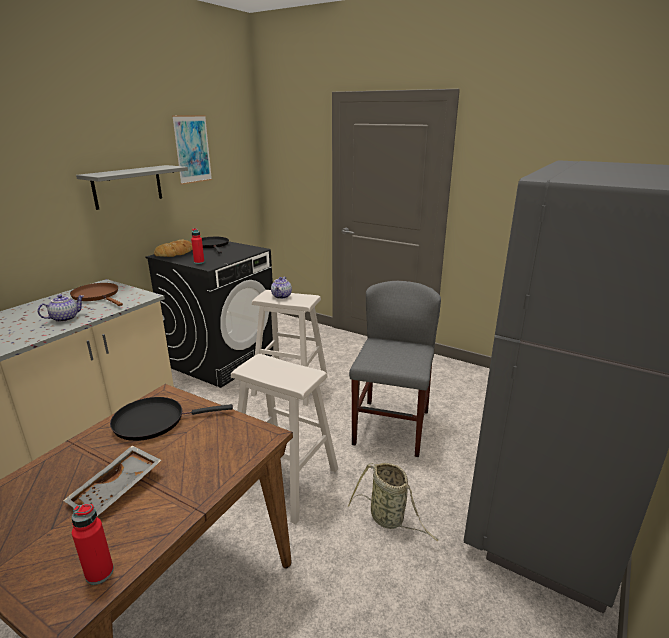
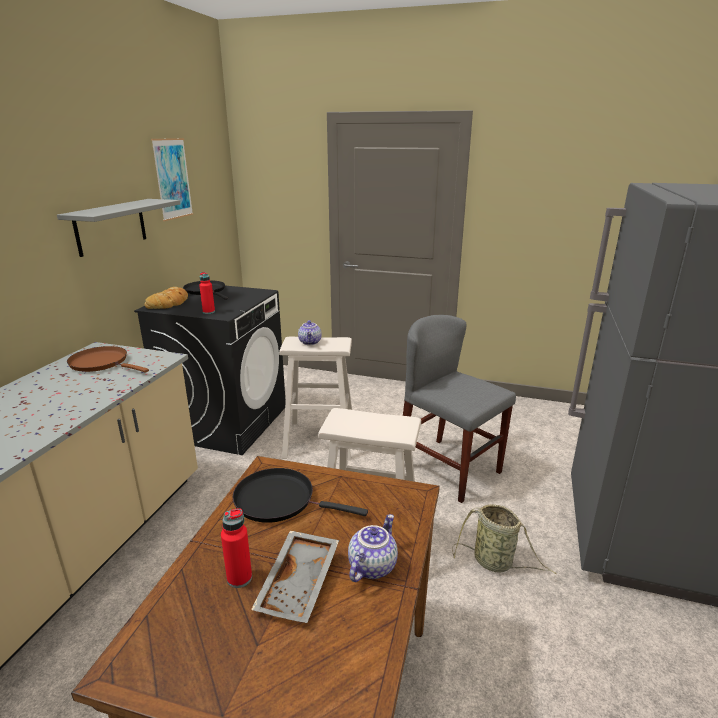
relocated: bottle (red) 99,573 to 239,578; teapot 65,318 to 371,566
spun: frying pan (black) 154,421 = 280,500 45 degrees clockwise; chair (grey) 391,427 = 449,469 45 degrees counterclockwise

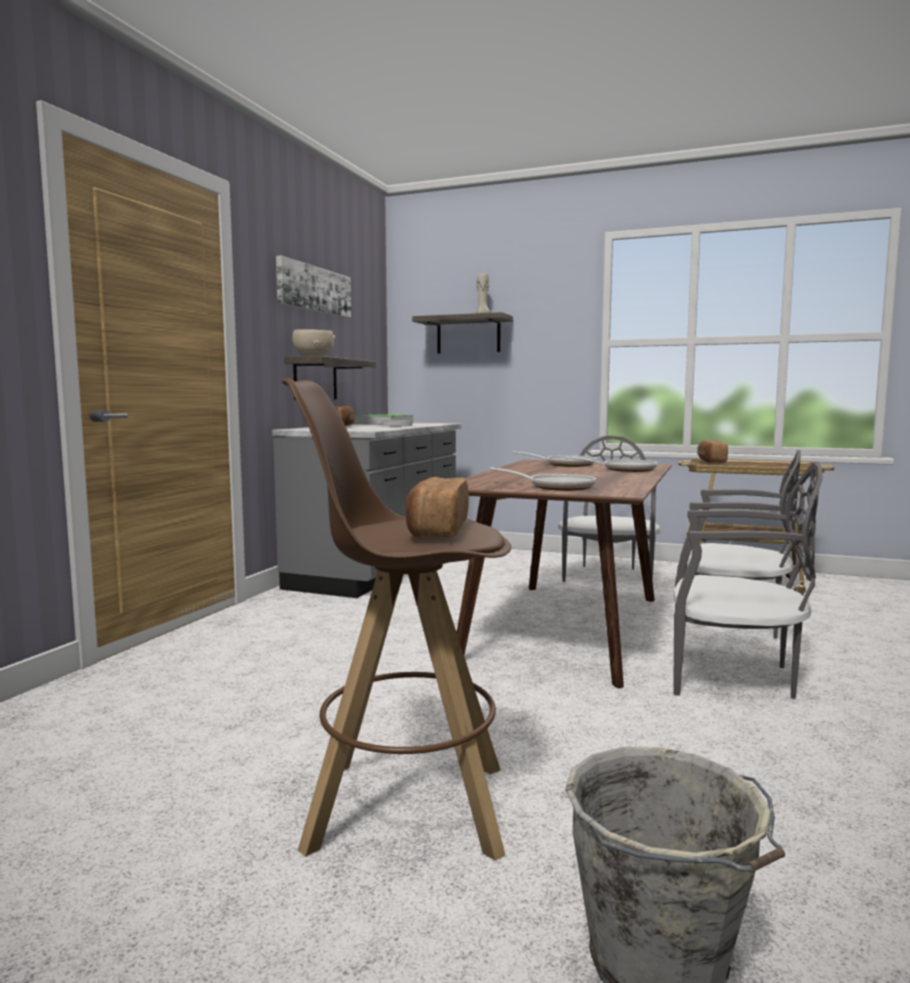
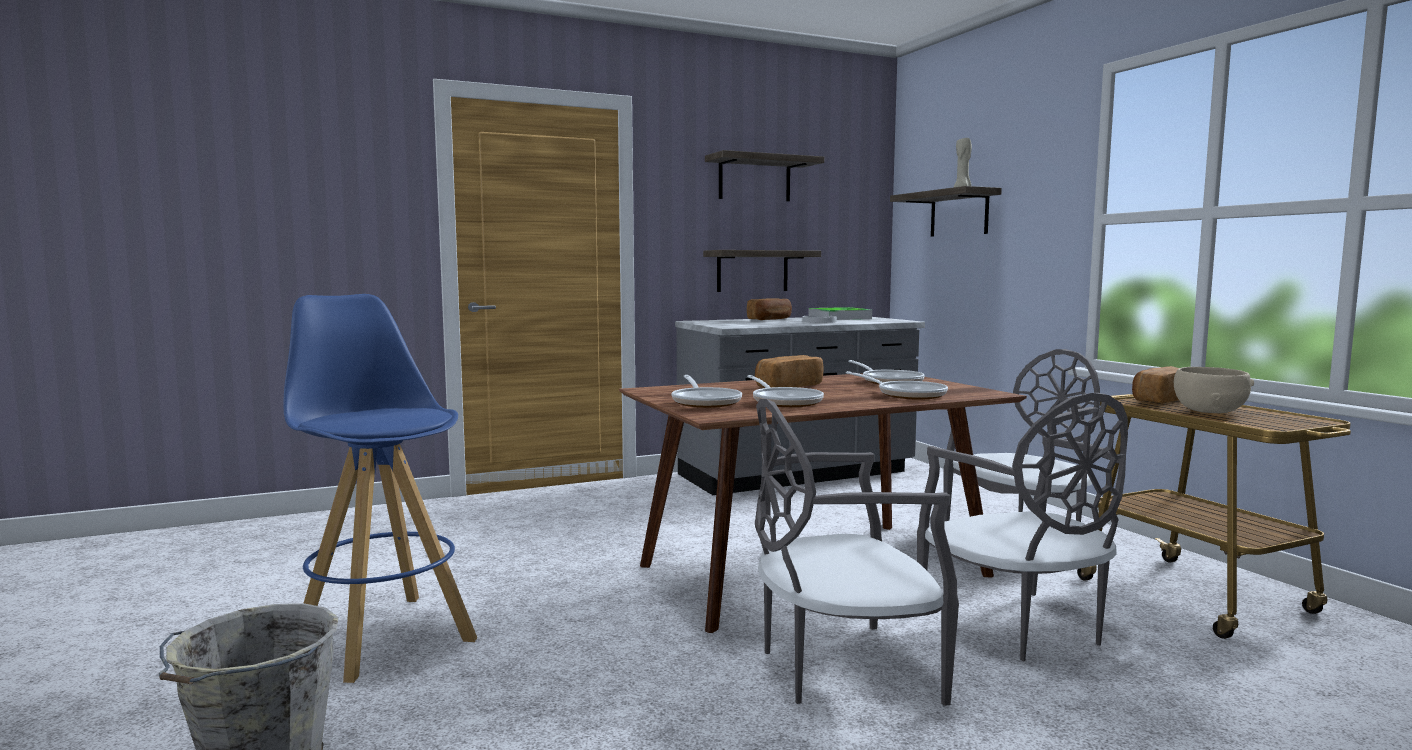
appeared: frying pan 784,402
relocated: bread 436,530 to 788,386; bowl (beige) 313,357 to 1208,412
exchanged: picture 314,289 to shelf 754,179
colour: stool (brown) 405,806 to stool (blue) 384,634
spun: chair (grey) 733,676 = 842,669 105 degrees clockwise

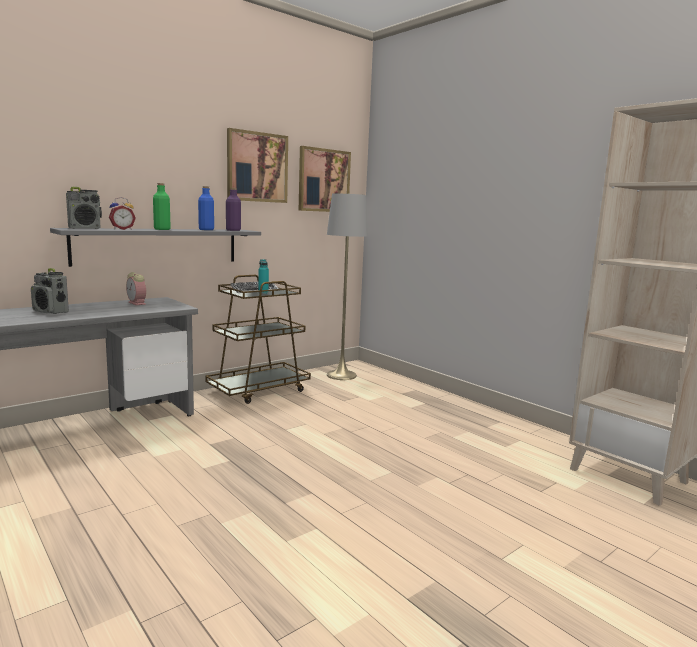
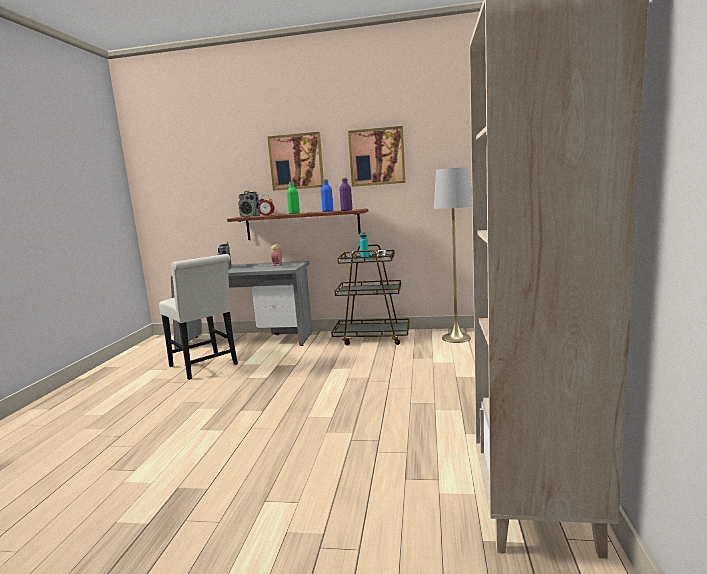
appeared: chair (white) 205,366
relocated: picture 323,180 to 296,161
colour: shelf (grey) 158,246 to shelf (brown) 302,225

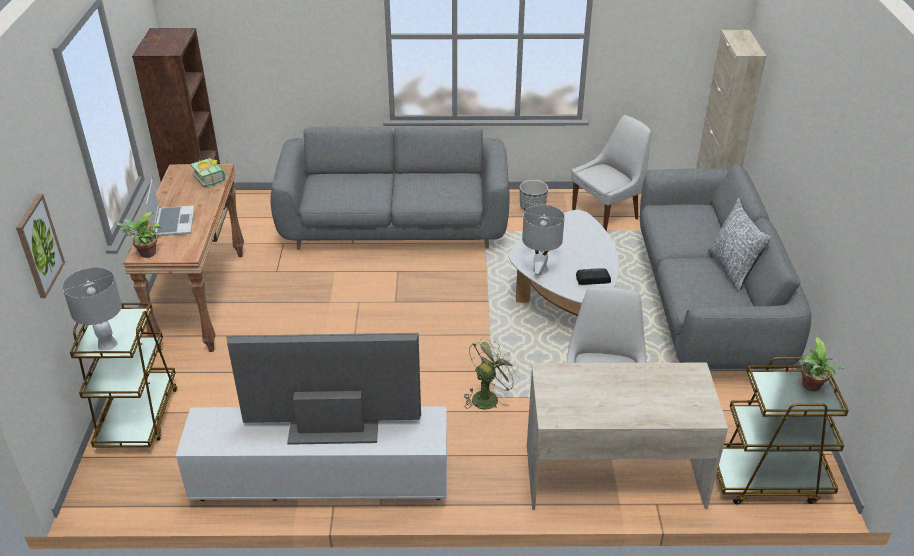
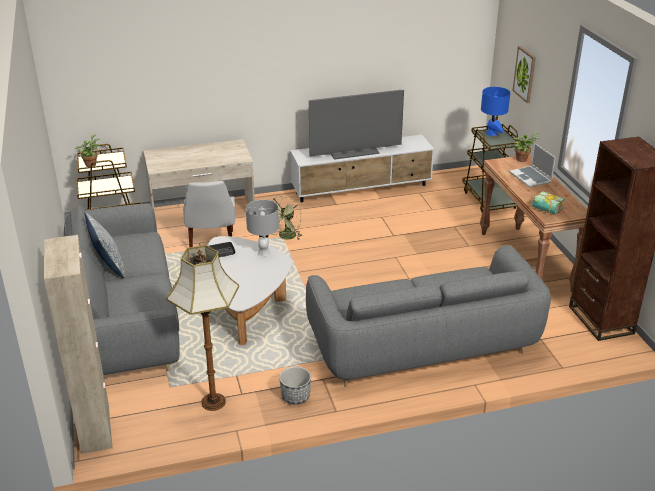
exchanged: chair (white) 607,213 to floor lamp 213,403
colour: table lamp (grey) 107,344 to table lamp (blue) 491,133

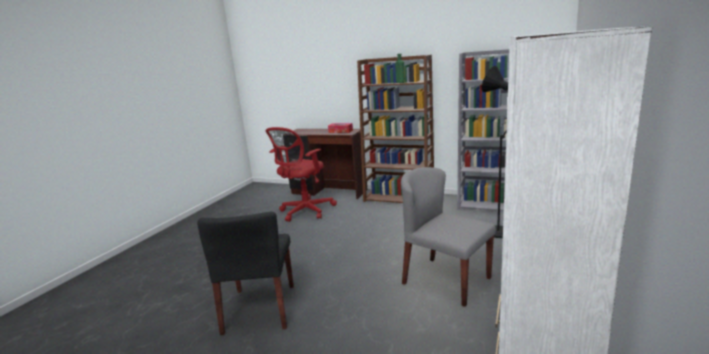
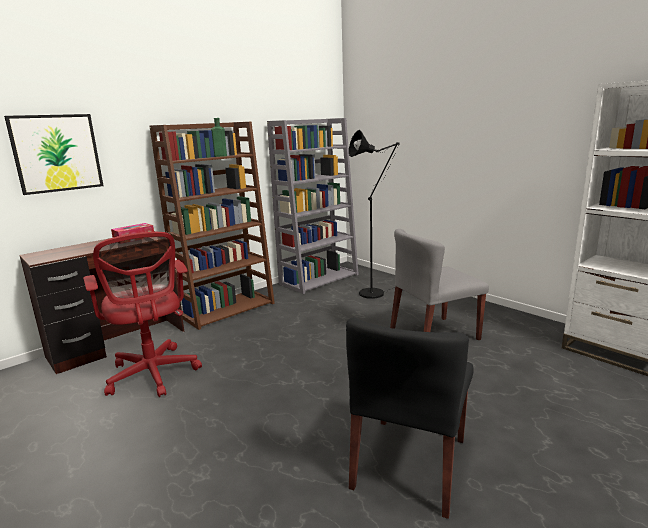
appeared: picture 56,153
spun: chair (black) 260,309 = 410,464 90 degrees clockwise

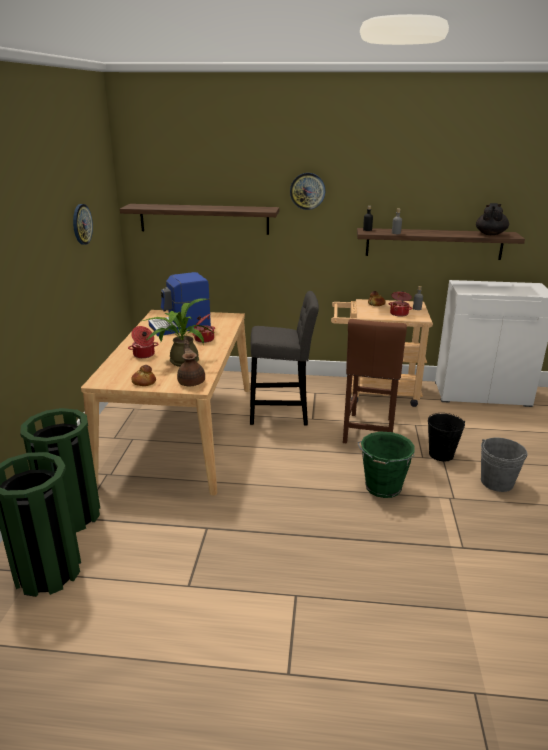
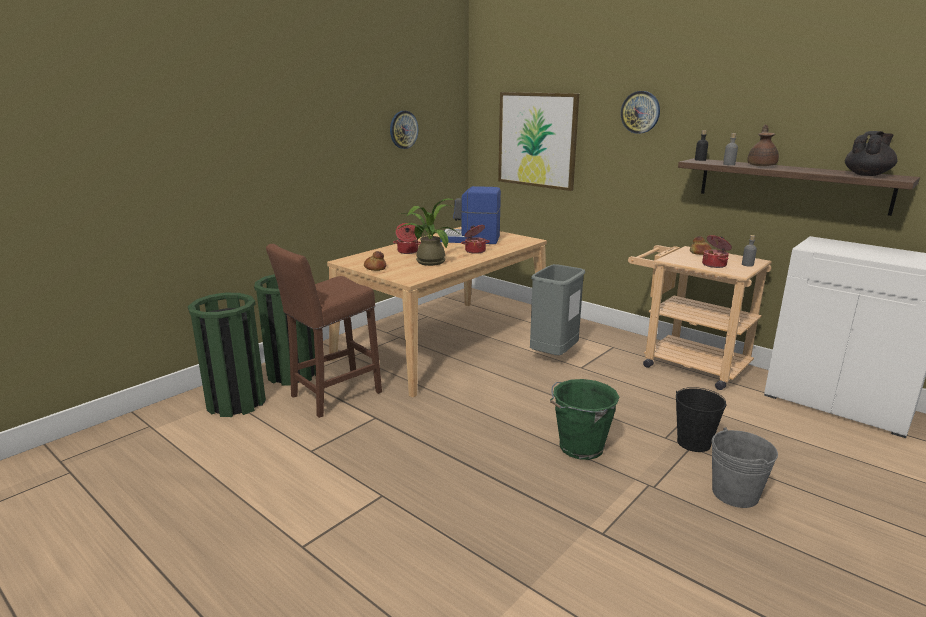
relocated: stool (brown) 368,433 to 332,396; teapot (brown) 191,381 to 762,165
exchanged: shelf 204,219 to picture 537,140; stool (grey) 282,414 to trash can (grey) 554,355

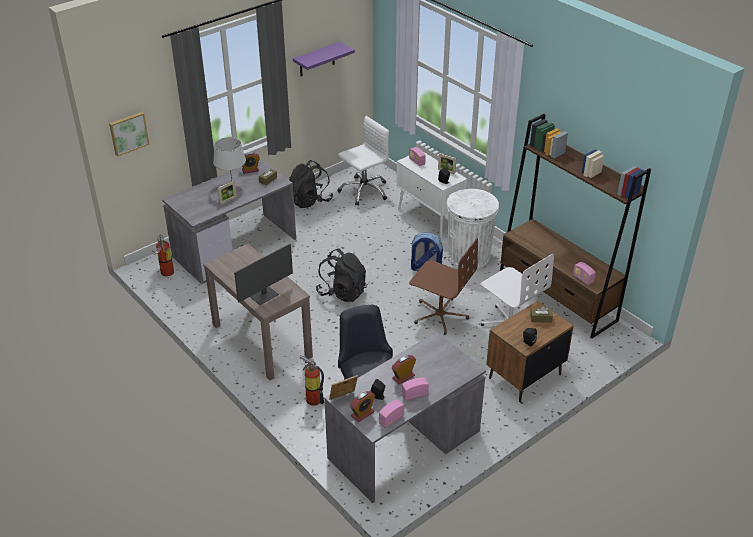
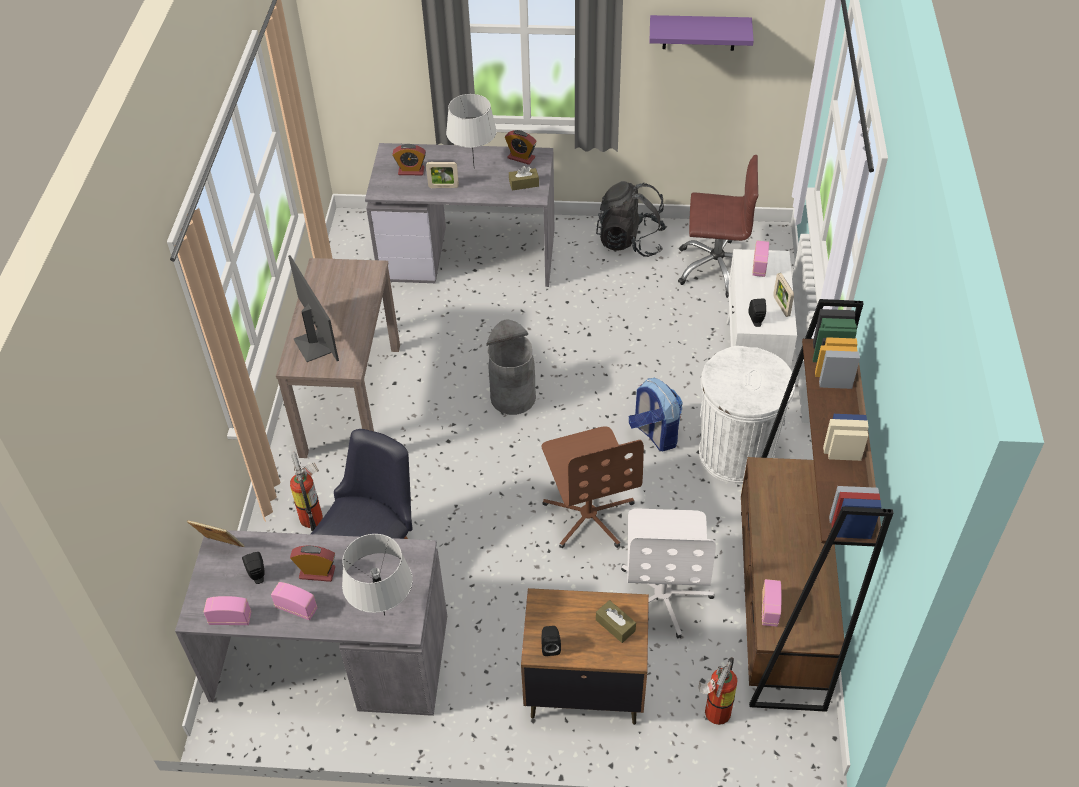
missing: picture 128,133
appeared: table lamp (grey) 384,615
relocated: alarm clock 362,414 to 411,171; fire extinguisher 166,273 to 714,714
exchanged: backpack (black) 342,292 to trash can (grey) 513,397
colour: office chair (white) 364,191 to office chair (brown) 716,268
spun: monitor 264,295 = 315,344 120 degrees counterclockwise

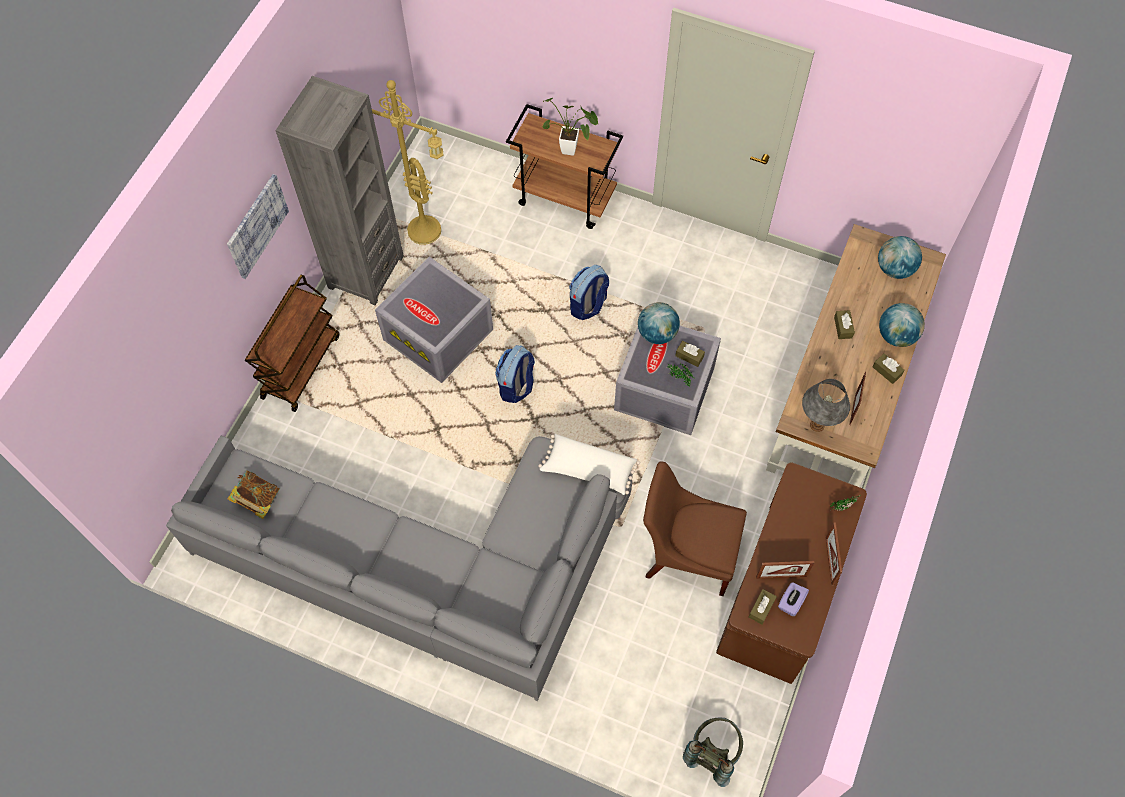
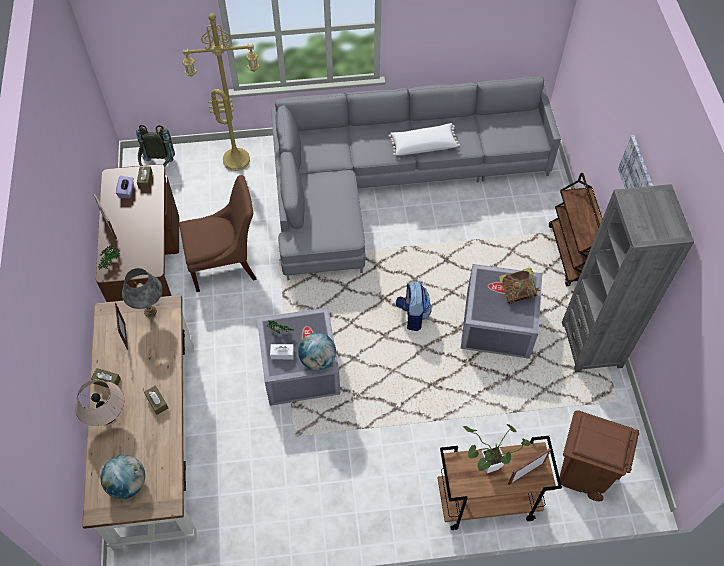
missing: backpack 588,305
appeared: trash can (brown) 583,473
relocated: floor lamp (yellow) 422,232 to 237,158; pillow (white) 588,470 to 423,145; book 258,500 to 517,292; picture frame 781,576 to 526,473
exchanged: globe 896,336 to table lamp (beige) 107,417
colour: tissue box (brown) 689,356 to tissue box (white) 282,354

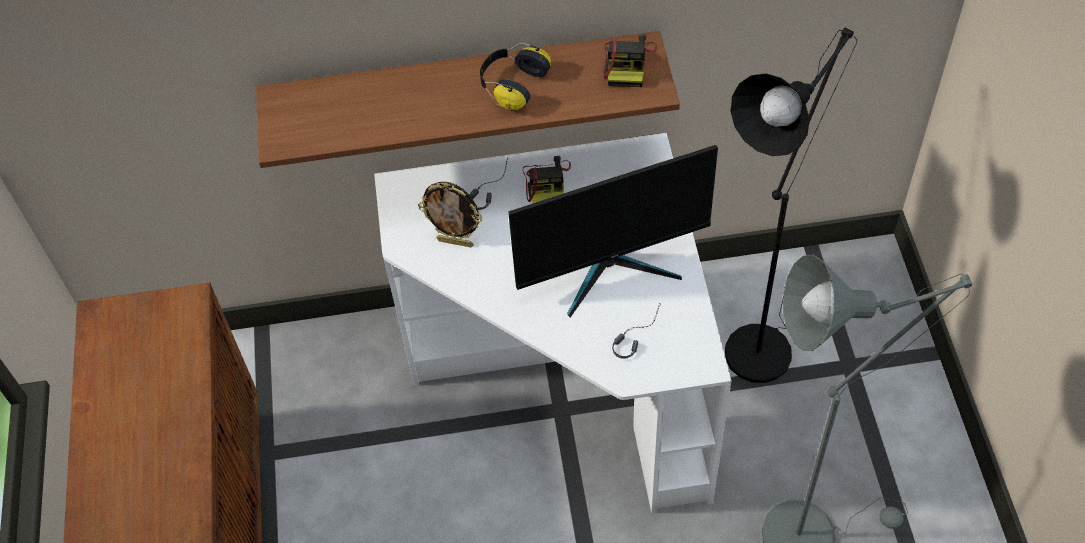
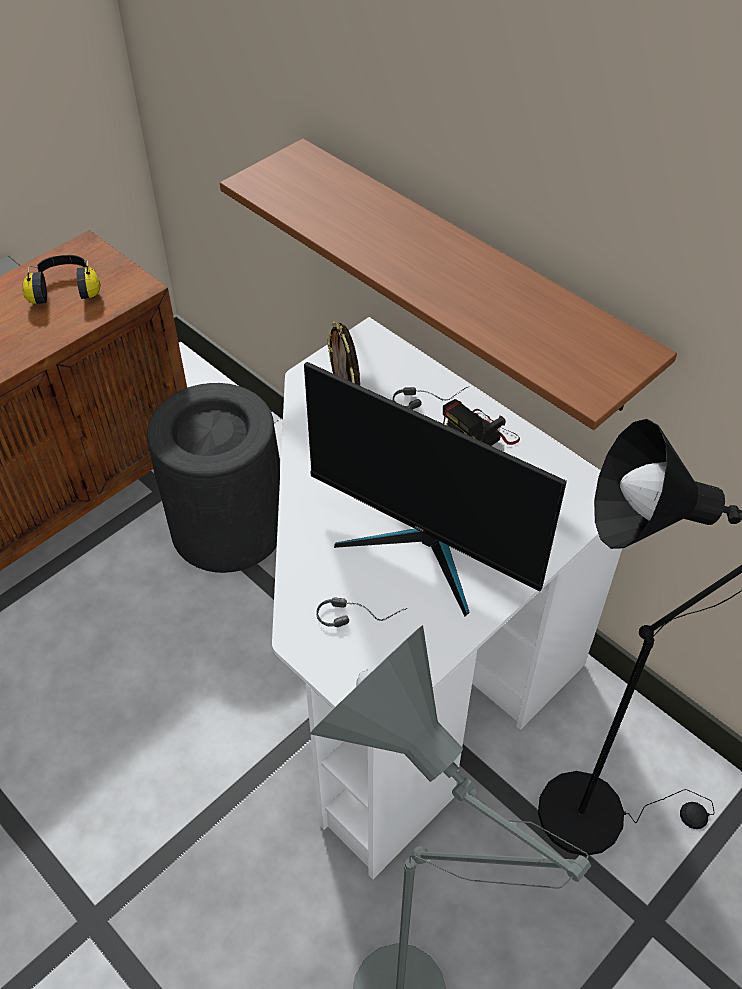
missing: photo camera 628,63
appeared: trash can (black) 228,526
relocated: headphones 512,85 to 65,290

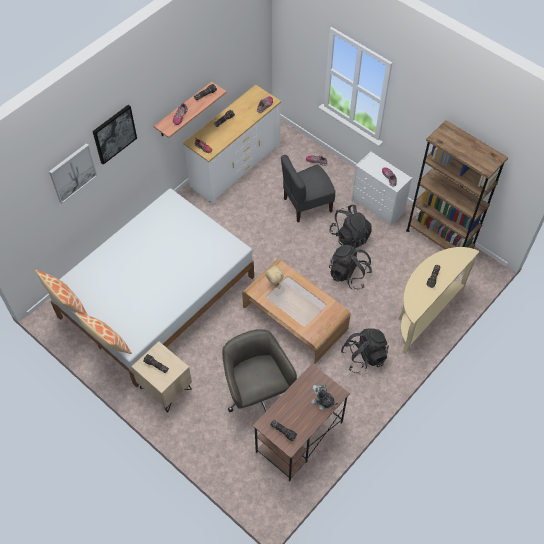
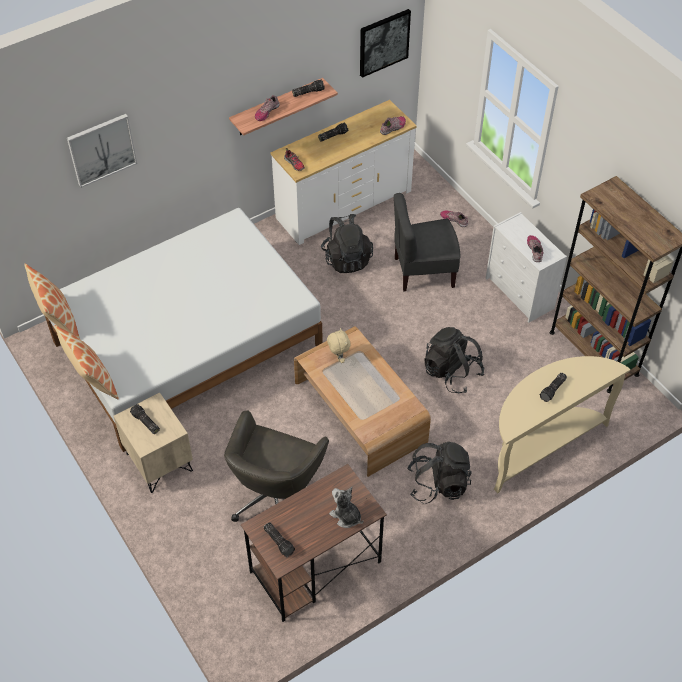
relocated: backpack (black) 349,236 to 346,258; picture 114,134 to 383,42
spun: office chair (grey) 256,393 = 276,496 150 degrees counterclockwise

